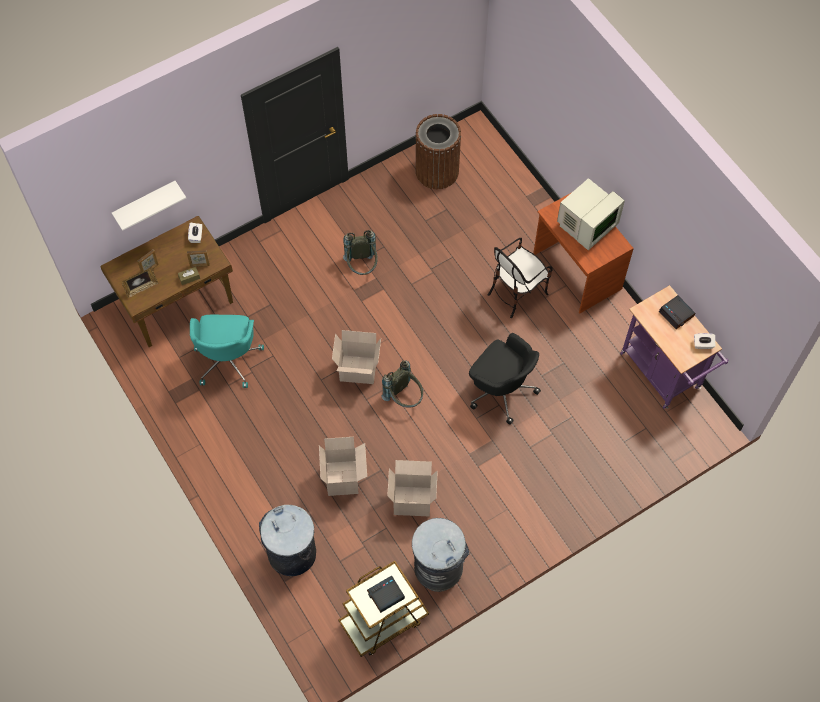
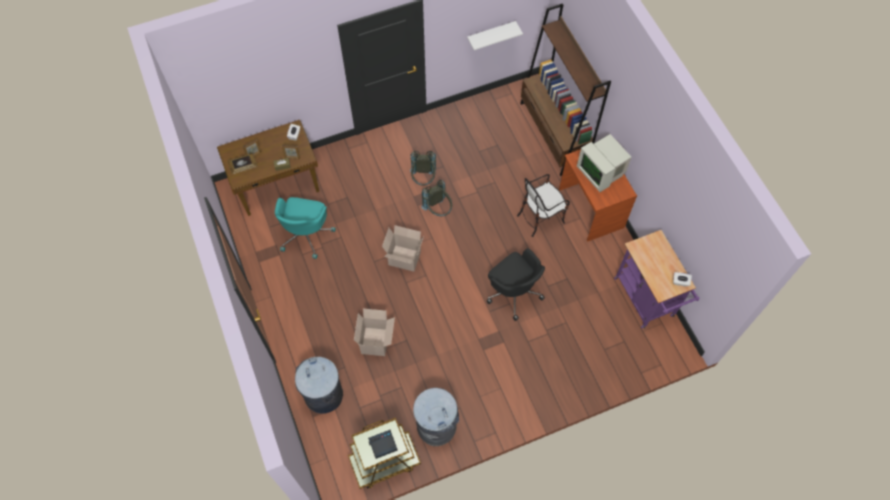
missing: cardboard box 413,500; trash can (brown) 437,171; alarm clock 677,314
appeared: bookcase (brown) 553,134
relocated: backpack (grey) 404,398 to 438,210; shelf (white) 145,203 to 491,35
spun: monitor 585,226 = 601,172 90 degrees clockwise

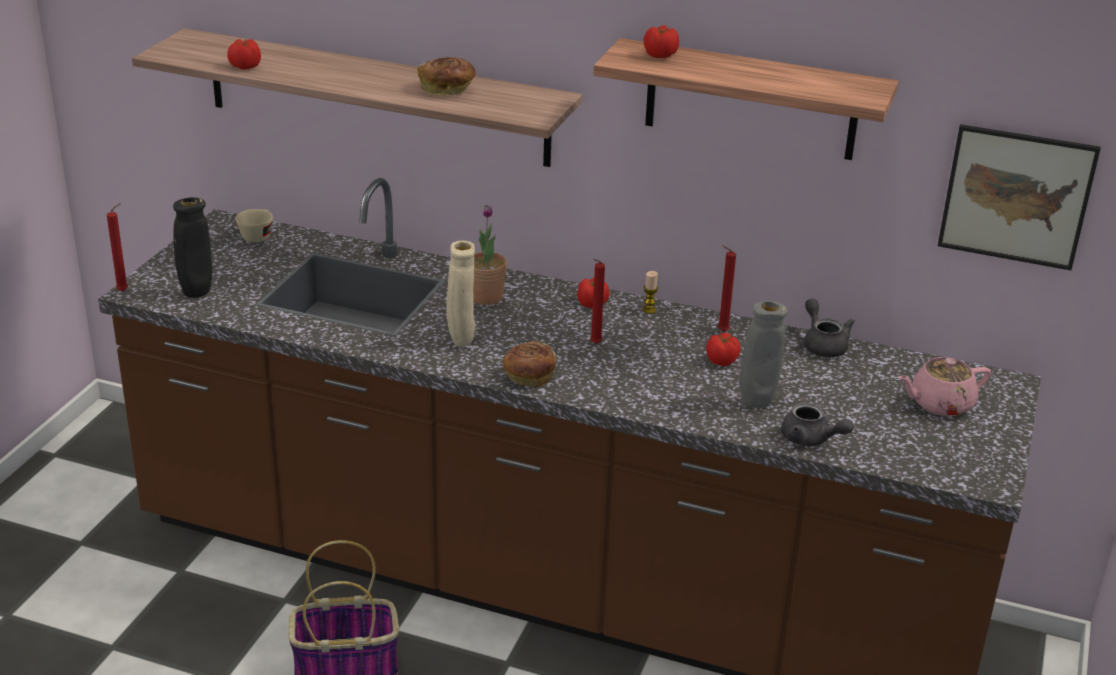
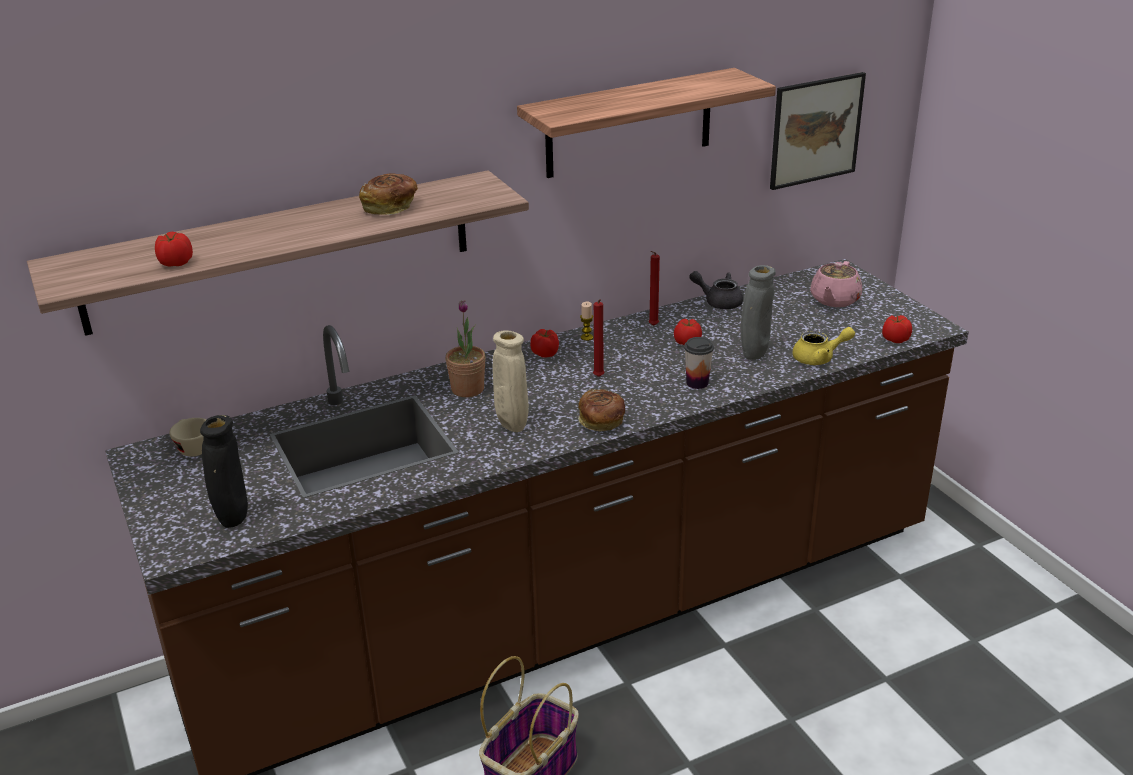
missing: candle (red) 124,291
appeared: cup 697,383
relocated: tomato 659,55 to 895,339
colour: teapot (grey) 811,440 to teapot (yellow) 819,358

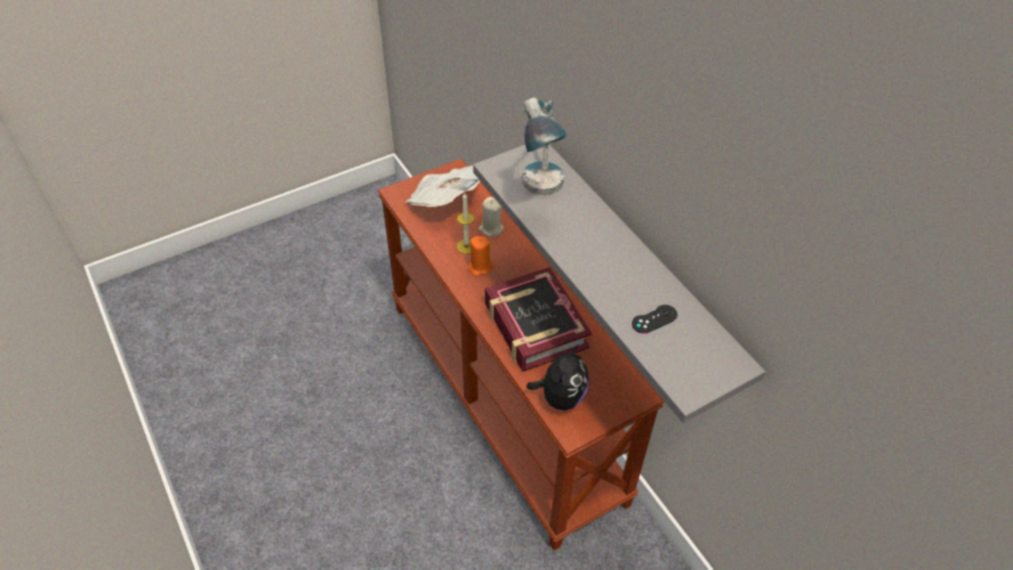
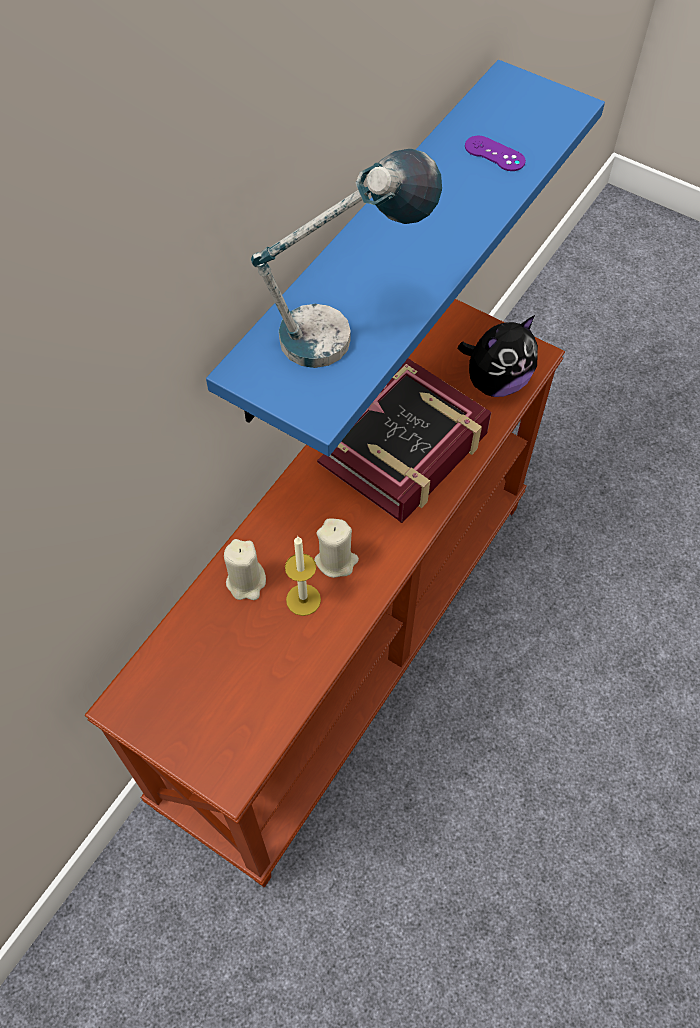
missing: newspaper 445,201
colour: shelf (grey) 636,266 to shelf (blue) 367,243; candle (orange) 480,267 to candle (beige) 336,561; game controller (black) 654,319 to game controller (purple) 494,154
spun: plush toy 560,397 = 495,382 150 degrees clockwise

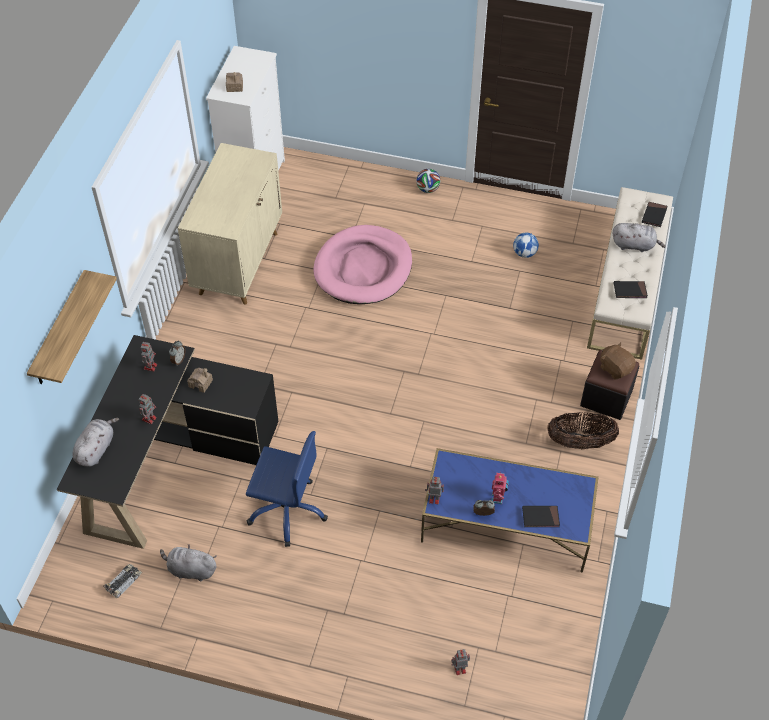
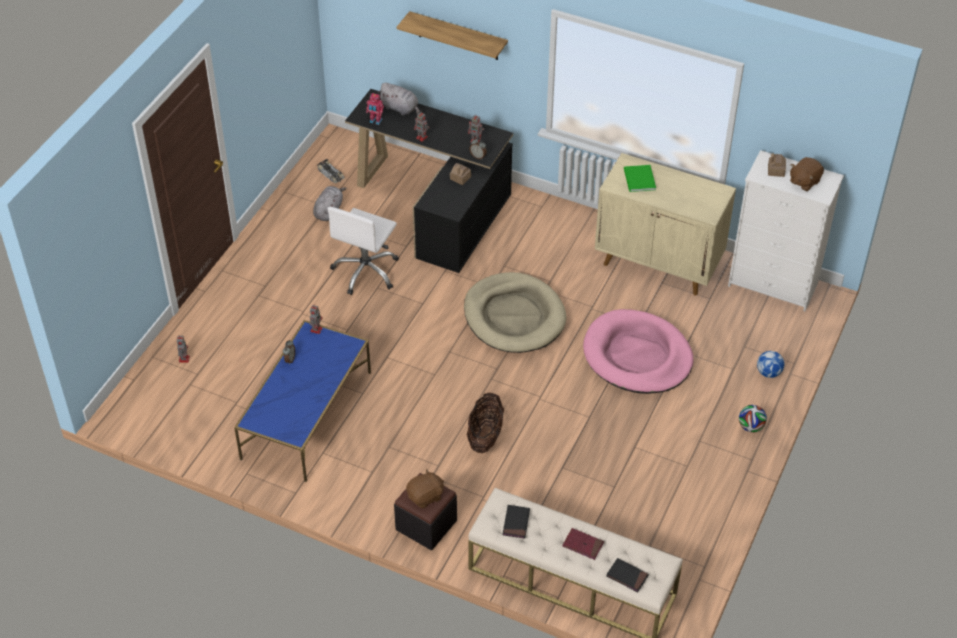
missing: book (black) 540,517
appeared: dog bed (beige) 514,316; book (green) 638,180; plush toy (brown) 804,181
relocated: toy robot 498,498 to 375,121; basket 580,442 to 485,436; football 524,253 to 768,373
exchanged: plush toy (grey) 635,245 to book (red) 583,545
colour: office chair (blue) 287,510 to office chair (white) 366,271

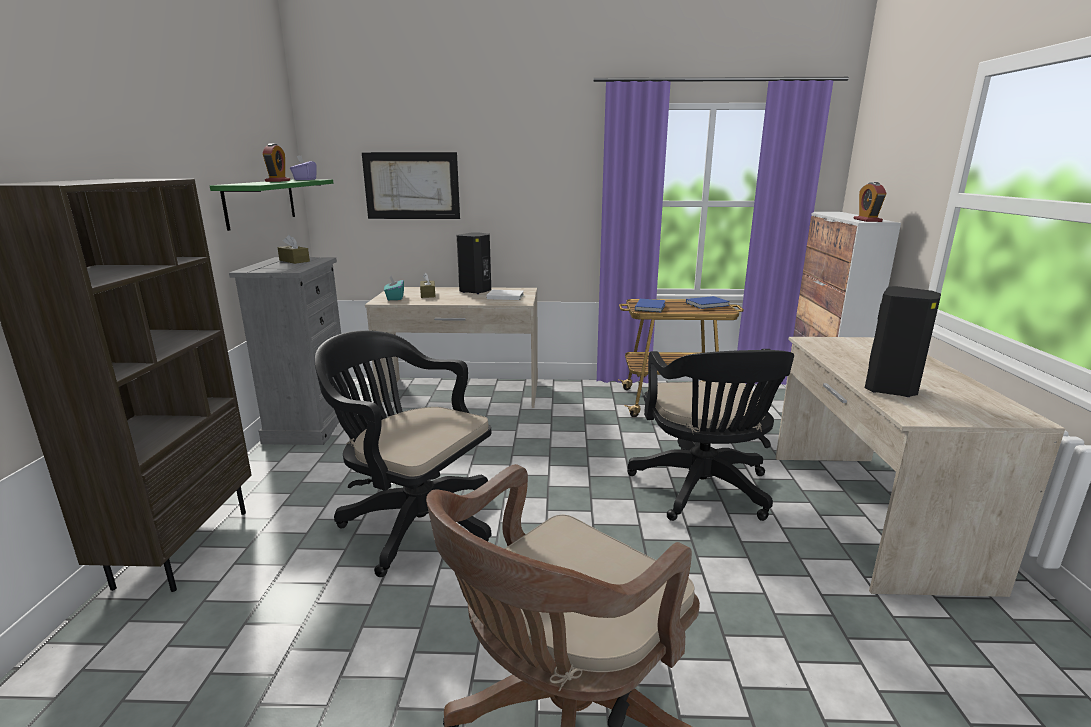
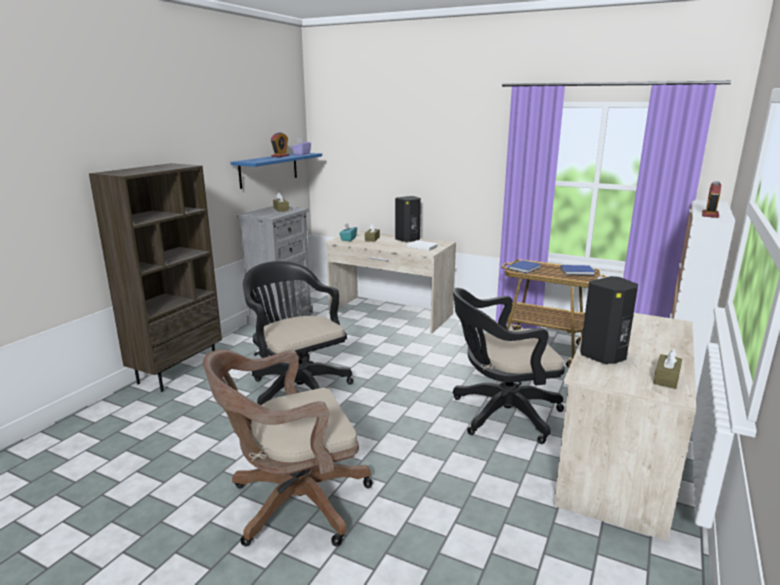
missing: picture 411,186
appeared: tissue box (brown) 666,378
colour: shelf (green) 261,202 to shelf (blue) 269,169
spun: office chair (black) 703,491 = 500,414 60 degrees clockwise

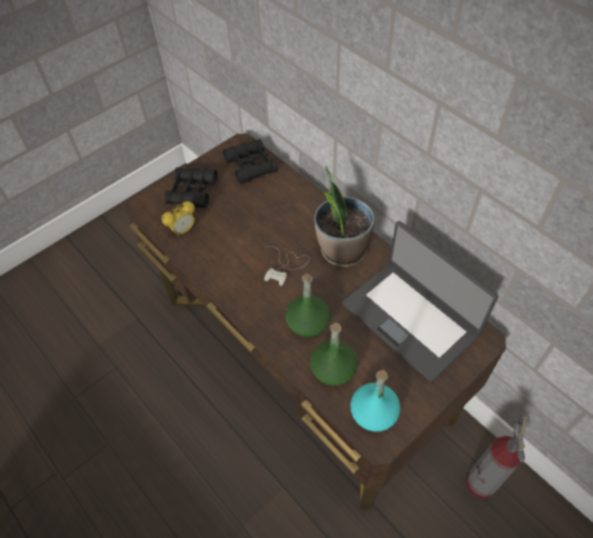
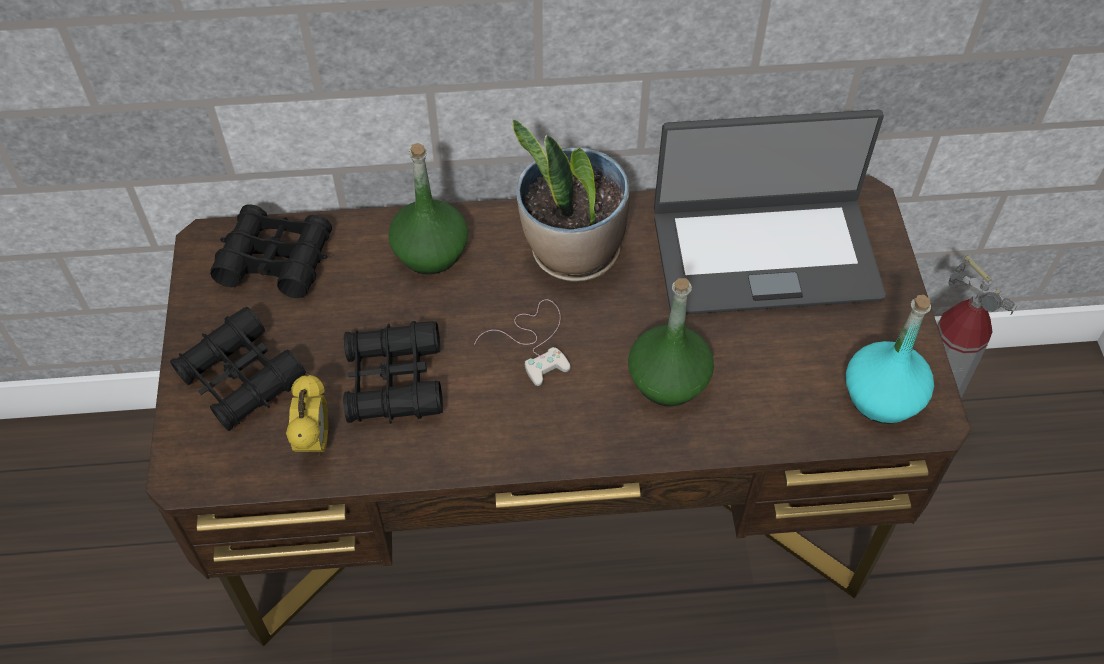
appeared: binoculars (black) 393,381
relocated: bottle (green) 333,370 to 431,252

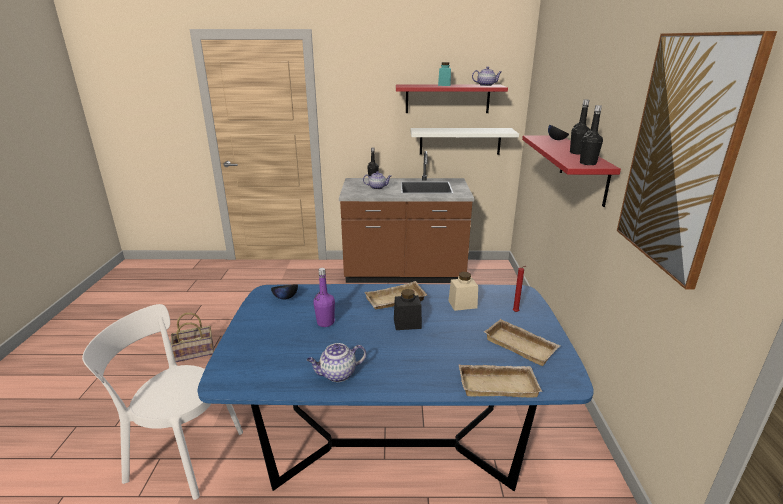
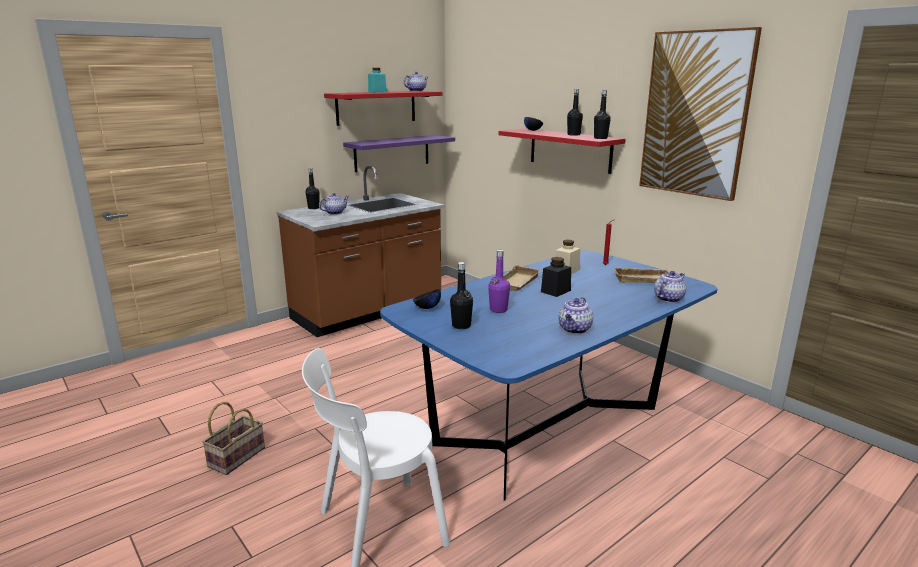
appeared: bottle (black) 461,326
exchanged: tray (beige) 498,384 to teapot 668,298
colour: shelf (white) 460,141 to shelf (purple) 392,153

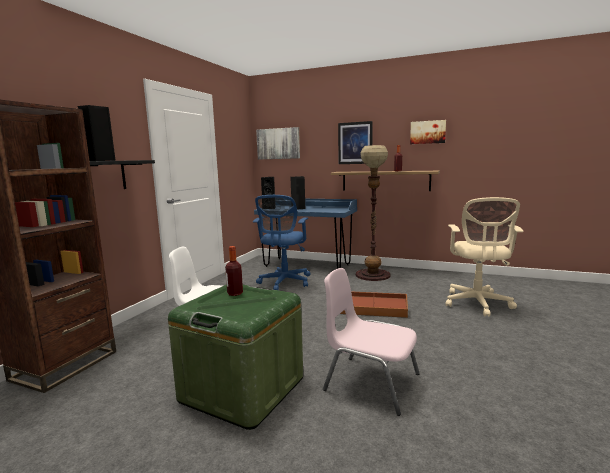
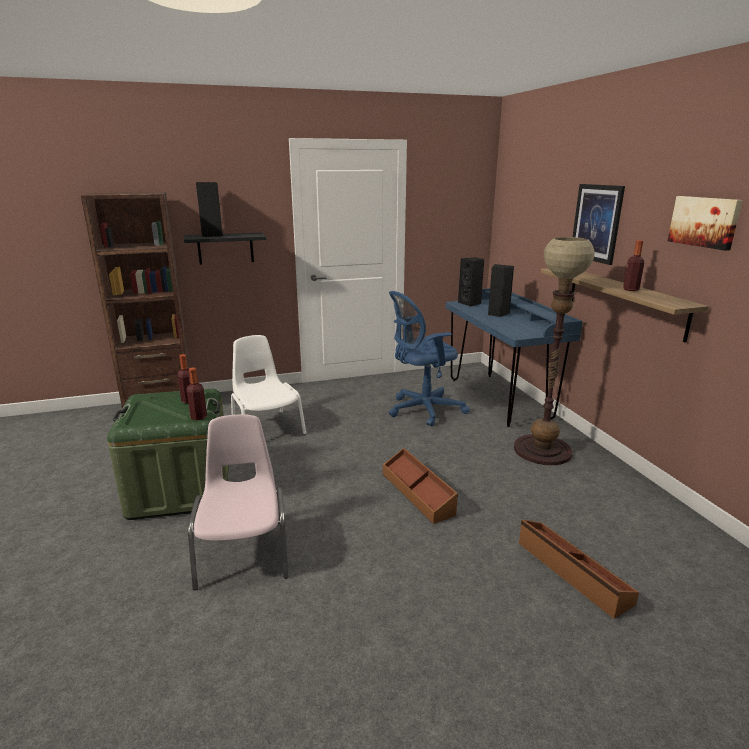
missing: picture 278,143
appeared: bottle 198,417
exchanged: office chair (beige) 477,304 to storage box (brown) 571,572

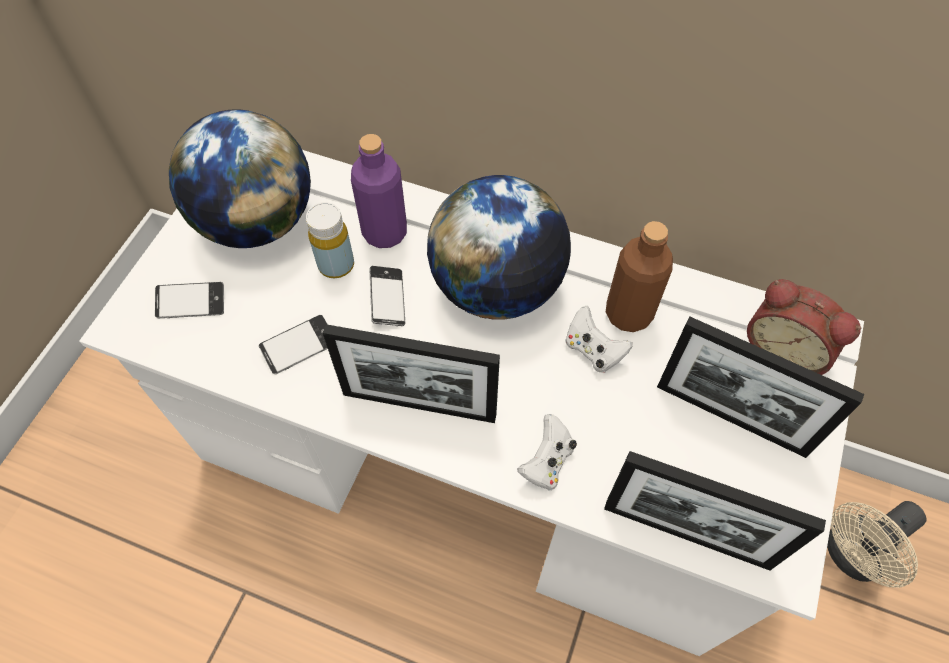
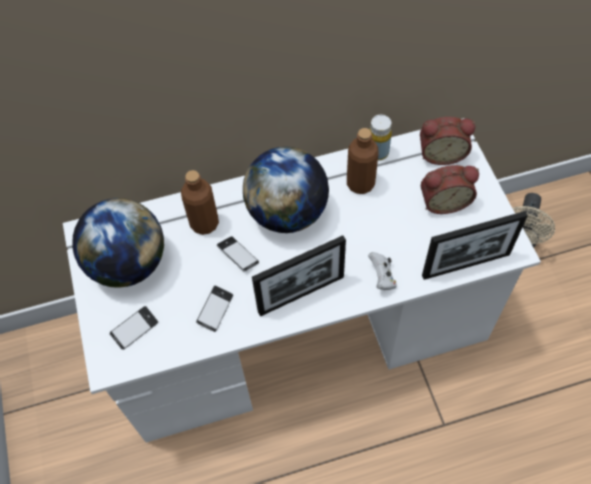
missing: game controller (white) 593,350
relocated: bottle (yellow) 336,265 to 377,152
exchanged: picture frame 731,418 to alarm clock 443,201
colour: bottle (purple) 385,232 to bottle (brown) 204,223

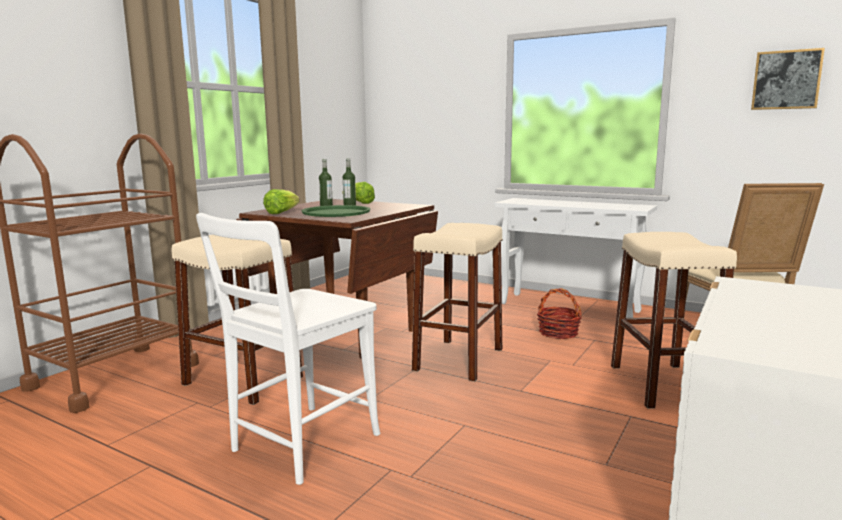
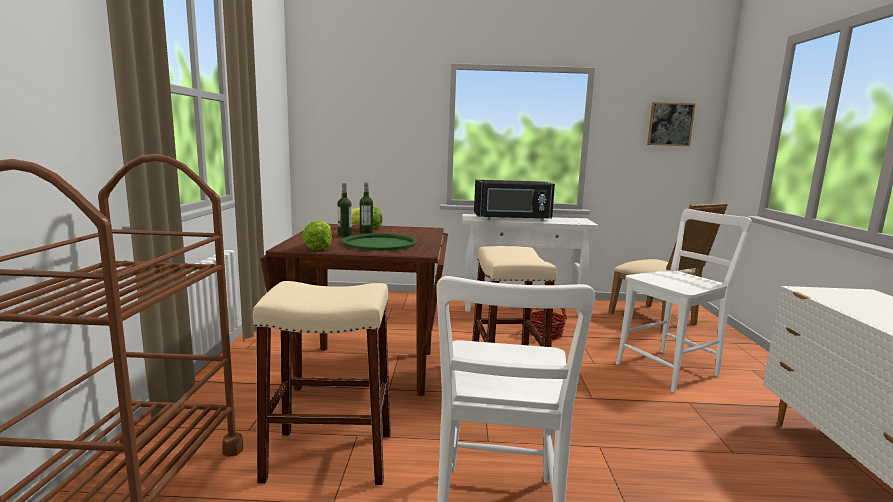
appeared: microwave (black) 512,219
exchanged: stool (beige) 663,385 to chair (white) 670,369

